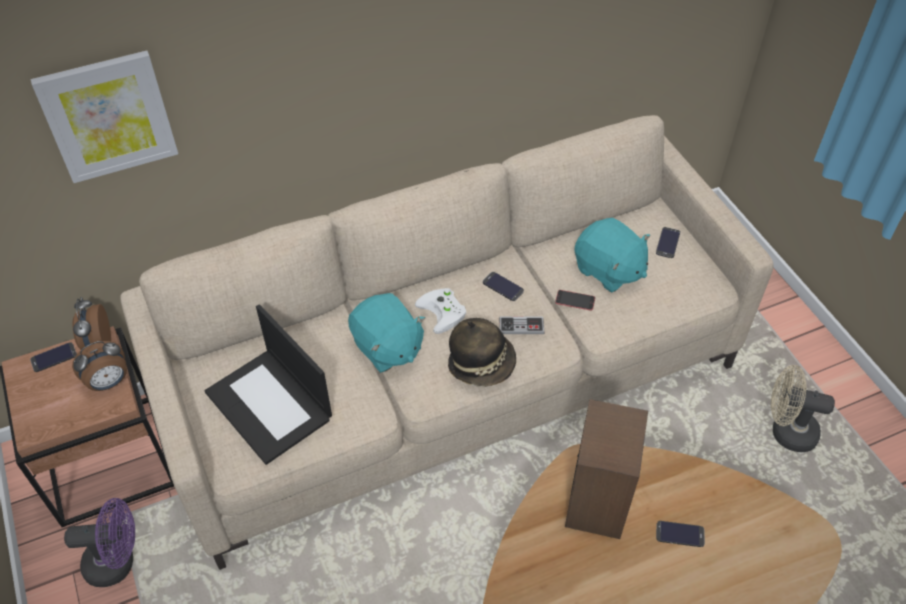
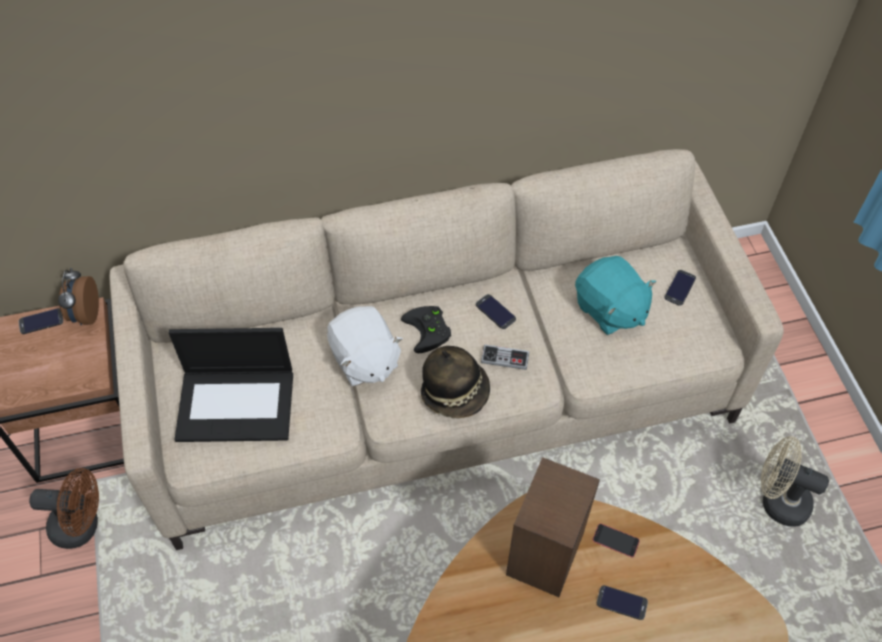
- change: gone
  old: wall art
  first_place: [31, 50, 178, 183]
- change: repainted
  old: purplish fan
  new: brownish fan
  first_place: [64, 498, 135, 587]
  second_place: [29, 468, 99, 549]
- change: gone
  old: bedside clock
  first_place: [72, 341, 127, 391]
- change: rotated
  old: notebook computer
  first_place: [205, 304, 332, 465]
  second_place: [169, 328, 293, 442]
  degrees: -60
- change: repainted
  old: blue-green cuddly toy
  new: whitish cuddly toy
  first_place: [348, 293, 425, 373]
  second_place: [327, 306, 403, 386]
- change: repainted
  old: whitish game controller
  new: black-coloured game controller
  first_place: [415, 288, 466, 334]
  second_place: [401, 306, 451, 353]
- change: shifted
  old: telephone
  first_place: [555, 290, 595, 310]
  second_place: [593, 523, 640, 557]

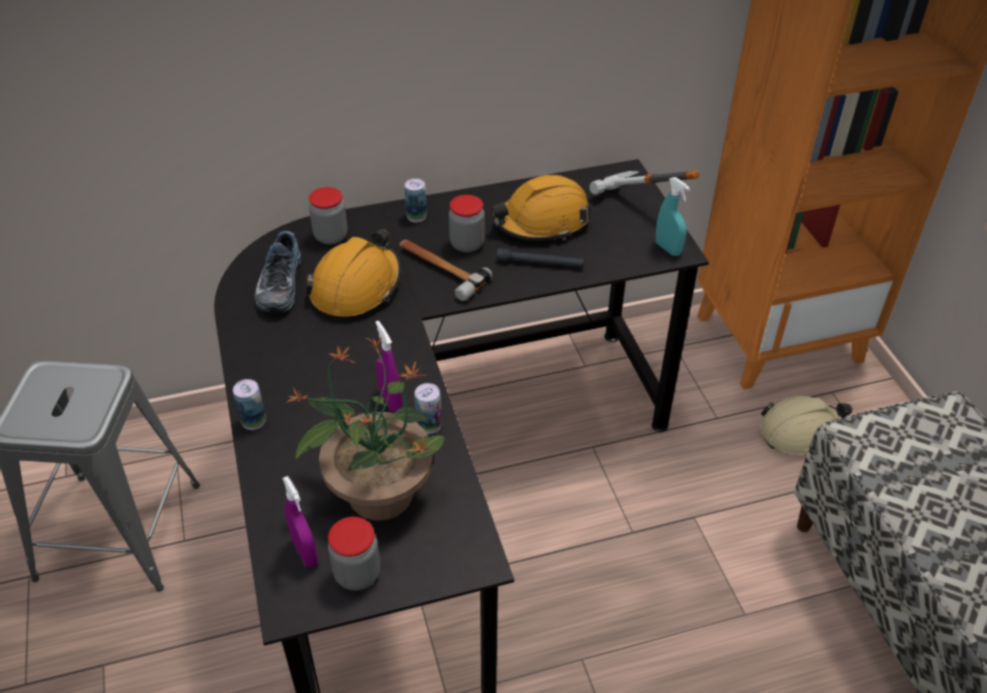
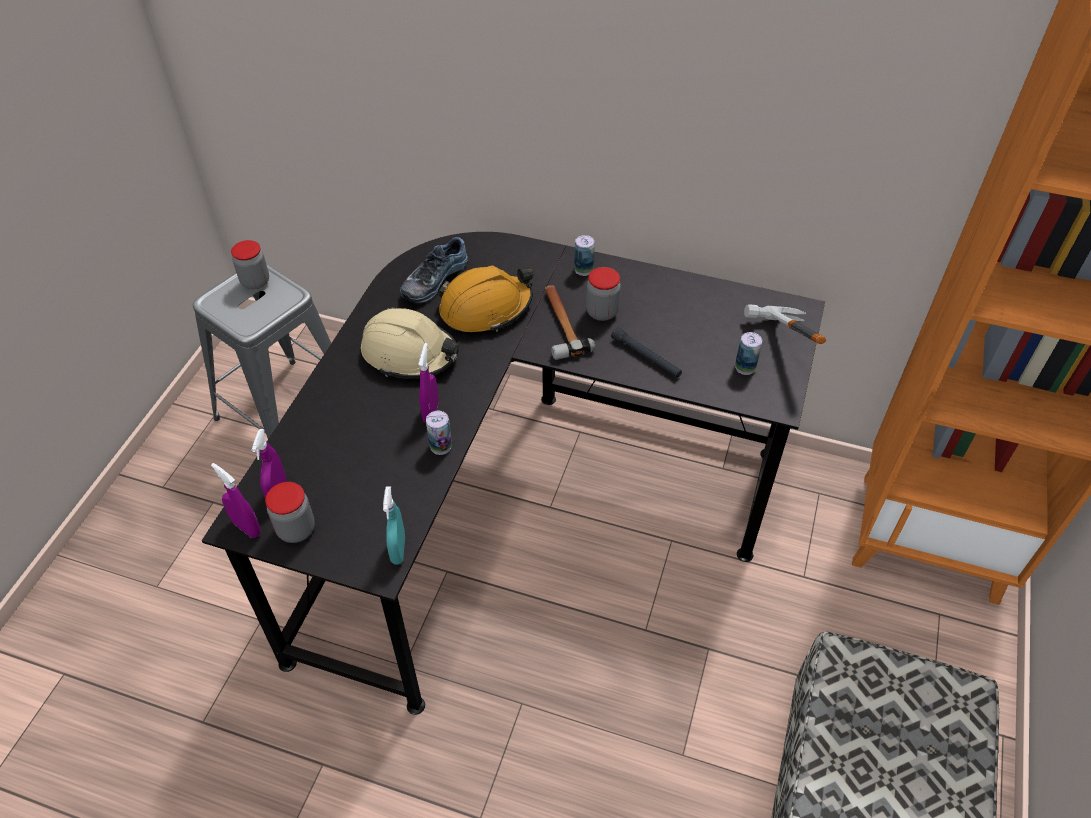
- change: shifted
  old: sealed can
  first_place: [233, 379, 266, 430]
  second_place: [735, 332, 762, 375]
- change: gone
  old: houseplant
  first_place: [288, 336, 445, 521]
- change: shifted
  old: preserve jar
  first_place: [309, 187, 347, 245]
  second_place: [231, 240, 269, 289]
- change: gone
  old: orange safety helmet
  first_place: [492, 175, 591, 241]
- change: shifted
  old: blue-green sprayer
  first_place: [655, 177, 690, 256]
  second_place: [383, 486, 405, 565]
- change: shifted
  old: beige safety helmet
  first_place: [760, 396, 853, 455]
  second_place: [361, 307, 459, 379]
- change: new
  new: purplish sprayer
  second_place: [211, 463, 261, 538]

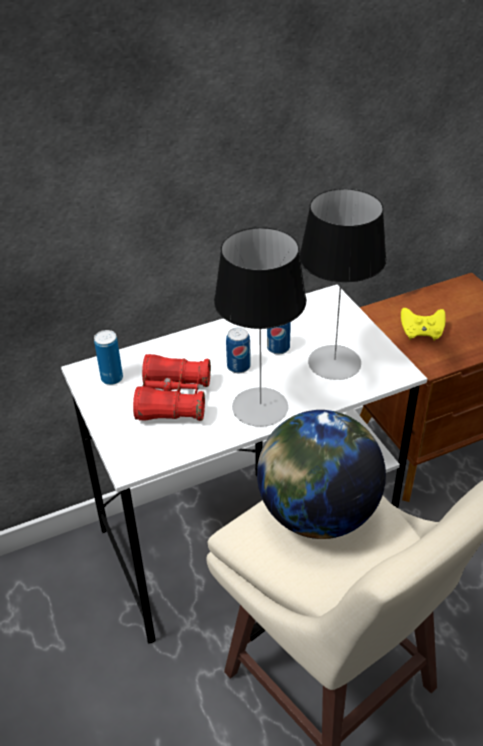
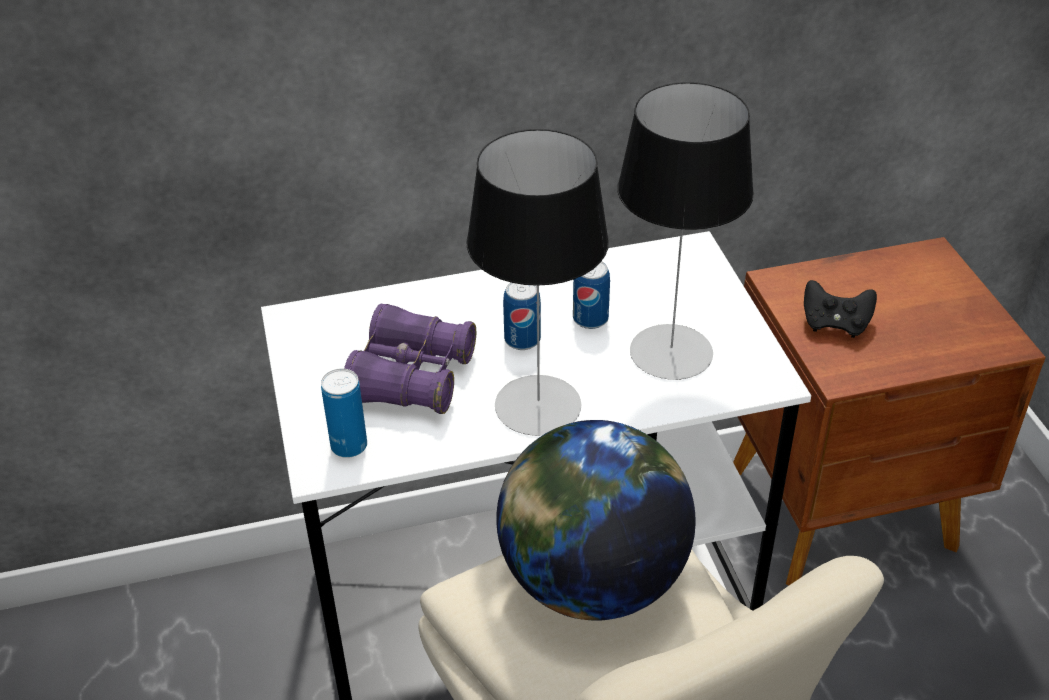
- change: shifted
  old: sealed can
  first_place: [94, 330, 123, 385]
  second_place: [321, 369, 367, 458]
- change: repainted
  old: red pair of binoculars
  new: purplish pair of binoculars
  first_place: [133, 354, 211, 421]
  second_place: [344, 304, 476, 414]
- change: repainted
  old: yellowish game controller
  new: black-coloured game controller
  first_place: [401, 308, 446, 340]
  second_place: [804, 280, 877, 338]

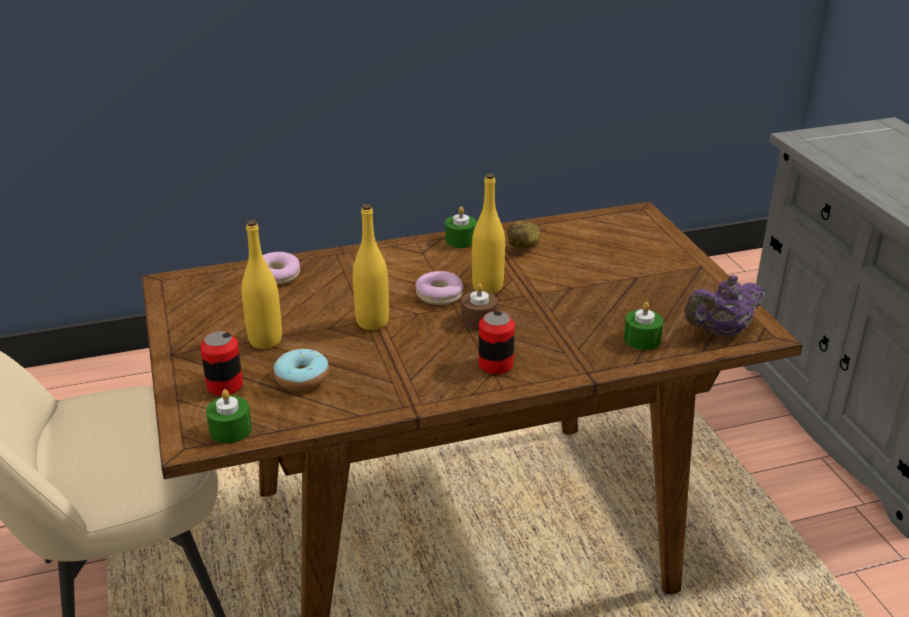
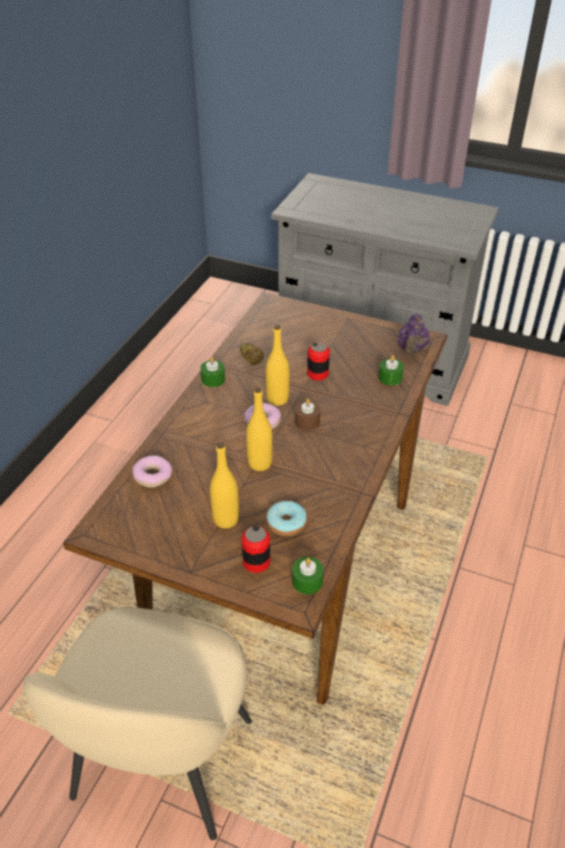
- change: shifted
  old: sealed can
  first_place: [478, 311, 515, 374]
  second_place: [307, 342, 330, 381]

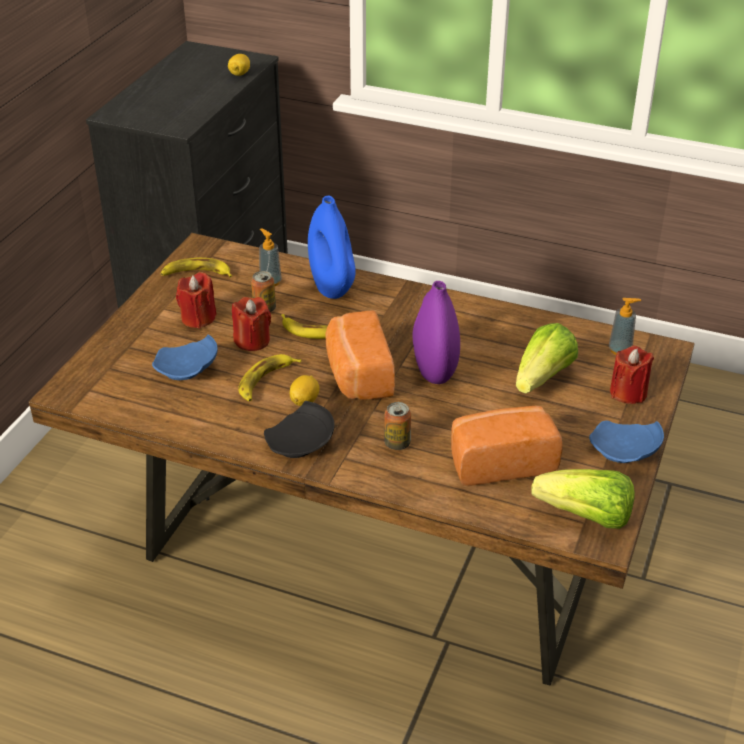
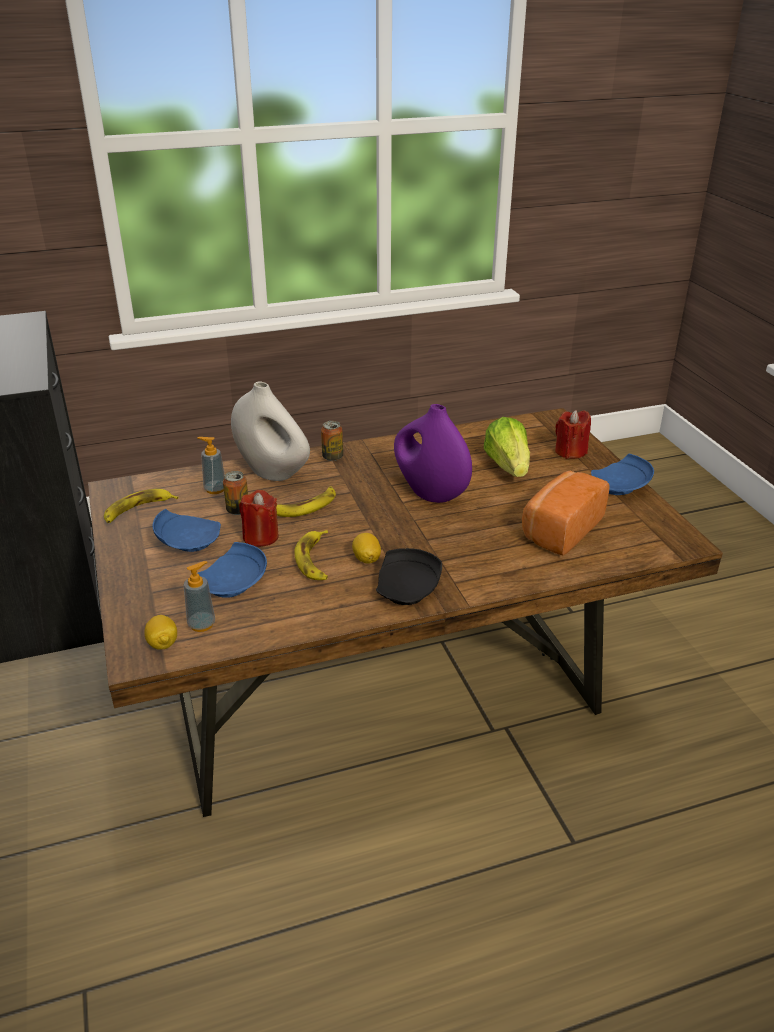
- change: swapped
  old: red wax candle
  new: blue plate
  first_place: [176, 272, 217, 329]
  second_place: [153, 509, 221, 552]
- change: shifted
  old: whole lemon
  first_place: [228, 54, 250, 76]
  second_place: [145, 615, 177, 650]
- change: repainted
  old: blue flower vase
  new: whitish flower vase
  first_place: [308, 196, 356, 299]
  second_place: [231, 382, 310, 481]
- change: gone
  old: bread
  first_place: [325, 310, 395, 400]
- change: shifted
  old: sealed can
  first_place: [384, 402, 411, 450]
  second_place: [321, 421, 343, 461]
- change: gone
  old: head of lettuce
  first_place: [531, 469, 635, 529]
- change: shifted
  old: soap dispenser
  first_place: [609, 298, 641, 355]
  second_place: [184, 561, 215, 632]

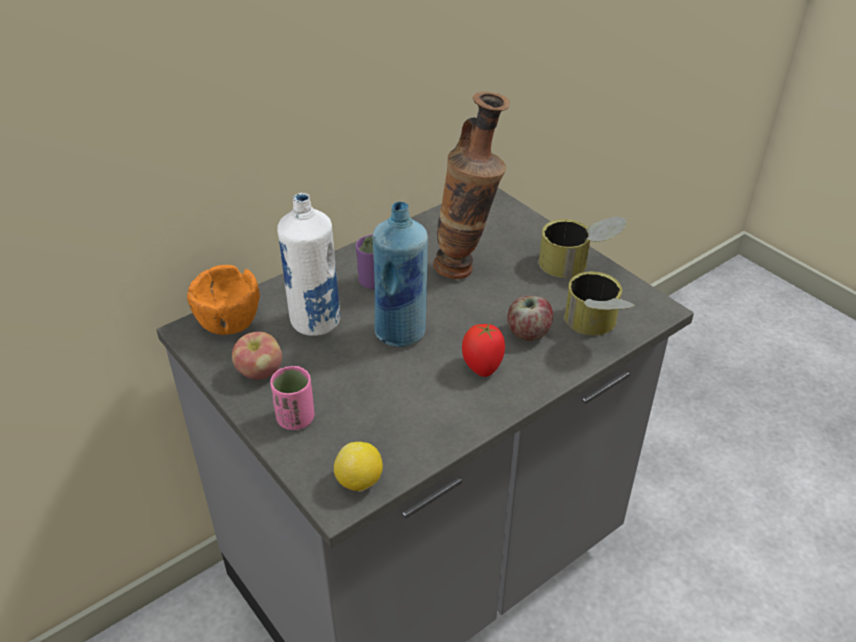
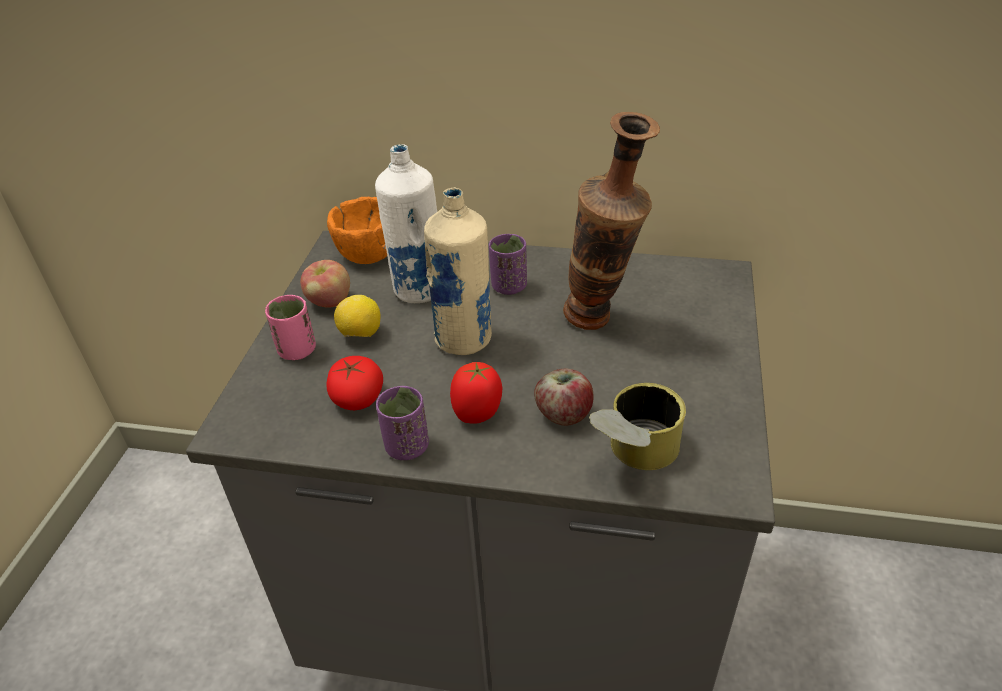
- change: shifted
  old: whole lemon
  first_place: [334, 442, 383, 492]
  second_place: [334, 295, 381, 337]
- change: repainted
  old: blue drink bottle
  new: beige drink bottle
  first_place: [373, 202, 428, 347]
  second_place: [424, 187, 492, 355]
- change: gone
  old: sealed can
  first_place: [539, 216, 627, 278]
- change: new
  new: tomato
  second_place: [327, 356, 383, 410]
- change: new
  new: purplish cup
  second_place: [376, 386, 429, 460]

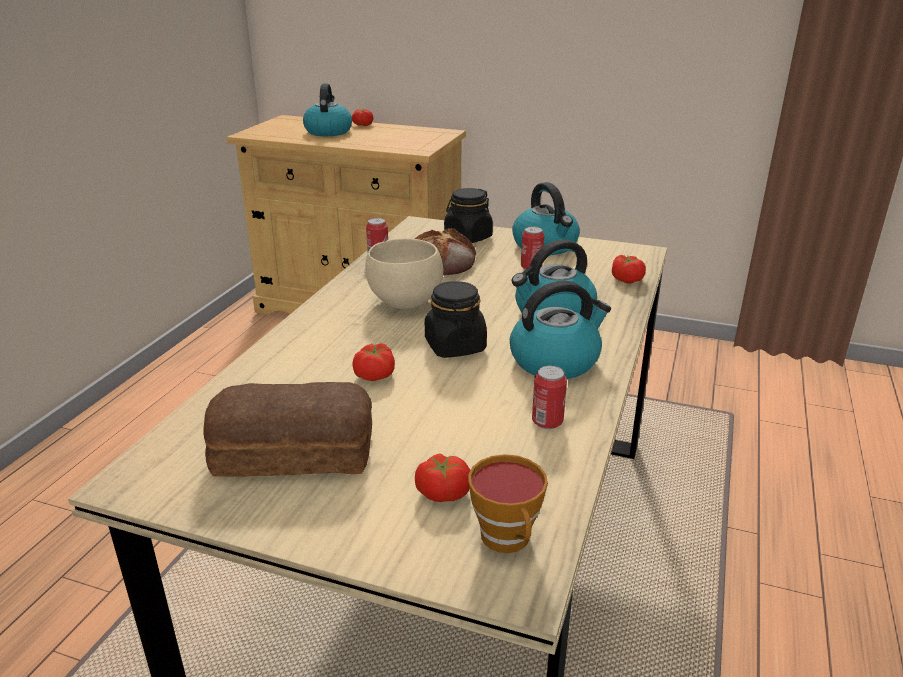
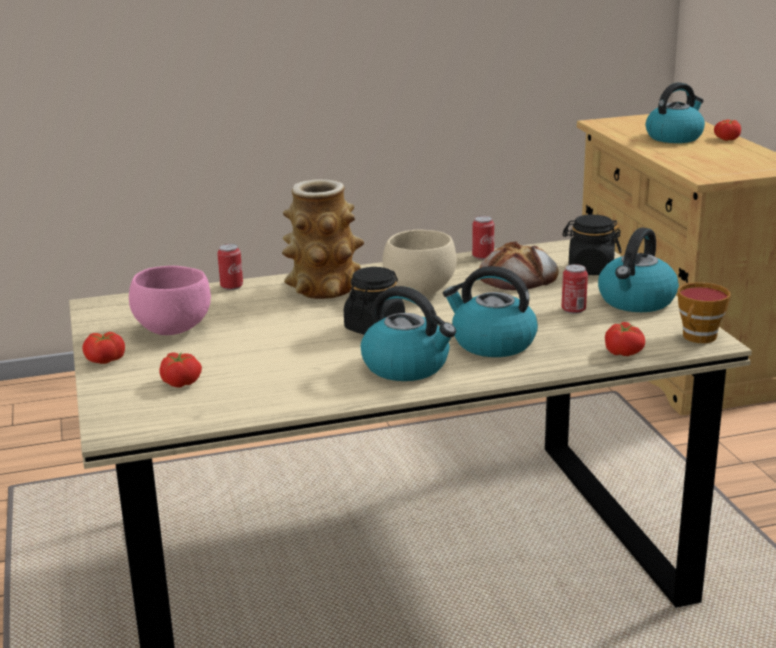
- change: swapped
  old: bread
  new: pinkish bowl
  first_place: [203, 382, 372, 477]
  second_place: [129, 266, 211, 335]
- change: shifted
  old: tomato
  first_place: [352, 343, 395, 381]
  second_place: [83, 332, 125, 364]
- change: shifted
  old: cup
  first_place: [468, 454, 548, 553]
  second_place: [678, 282, 731, 343]
- change: shifted
  old: sealed can
  first_place: [532, 365, 567, 429]
  second_place: [217, 244, 243, 290]
- change: new
  new: flower vase
  second_place: [282, 179, 364, 299]

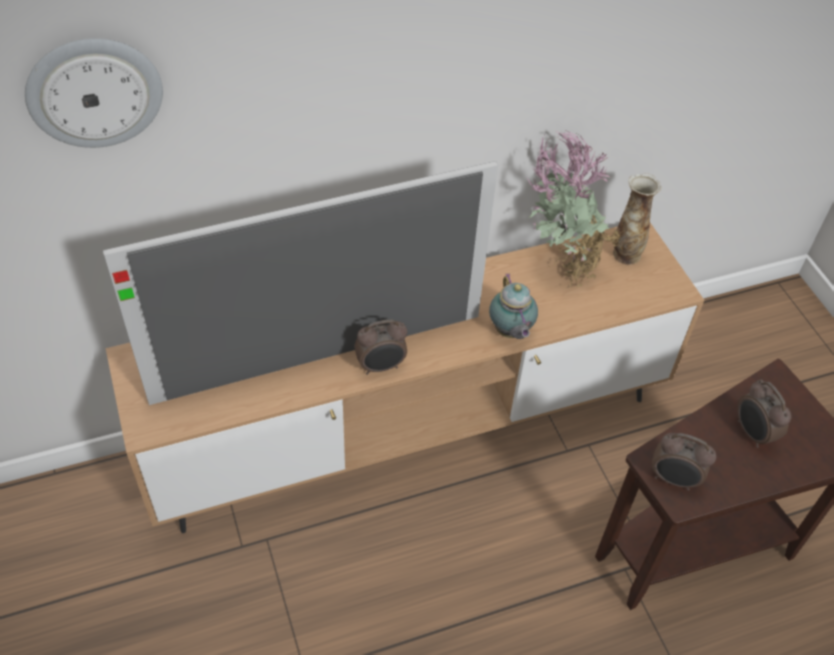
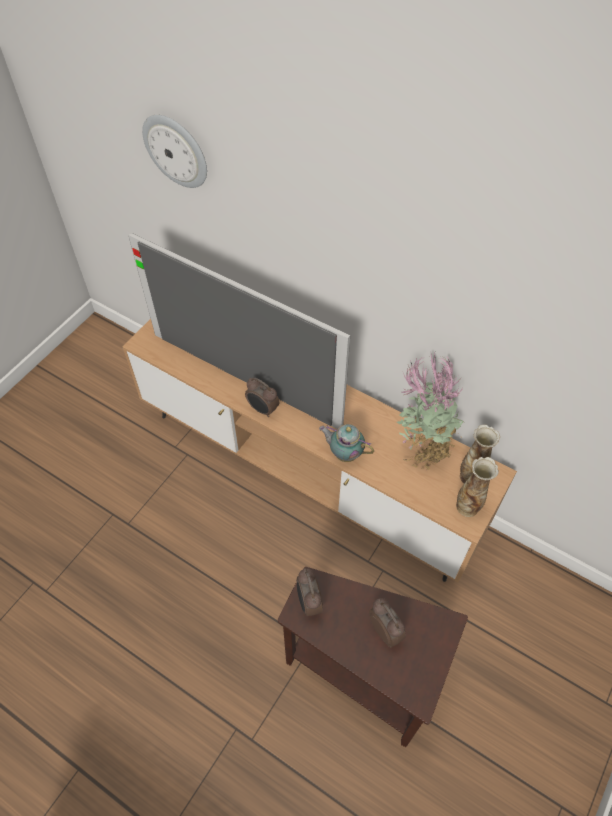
- change: rotated
  old: teapot
  first_place: [489, 273, 538, 339]
  second_place: [319, 424, 374, 462]
  degrees: 75
- change: rotated
  old: bedside clock
  first_place: [737, 379, 792, 448]
  second_place: [369, 598, 406, 647]
  degrees: 120
- change: new
  new: flower vase
  second_place: [456, 457, 499, 517]

